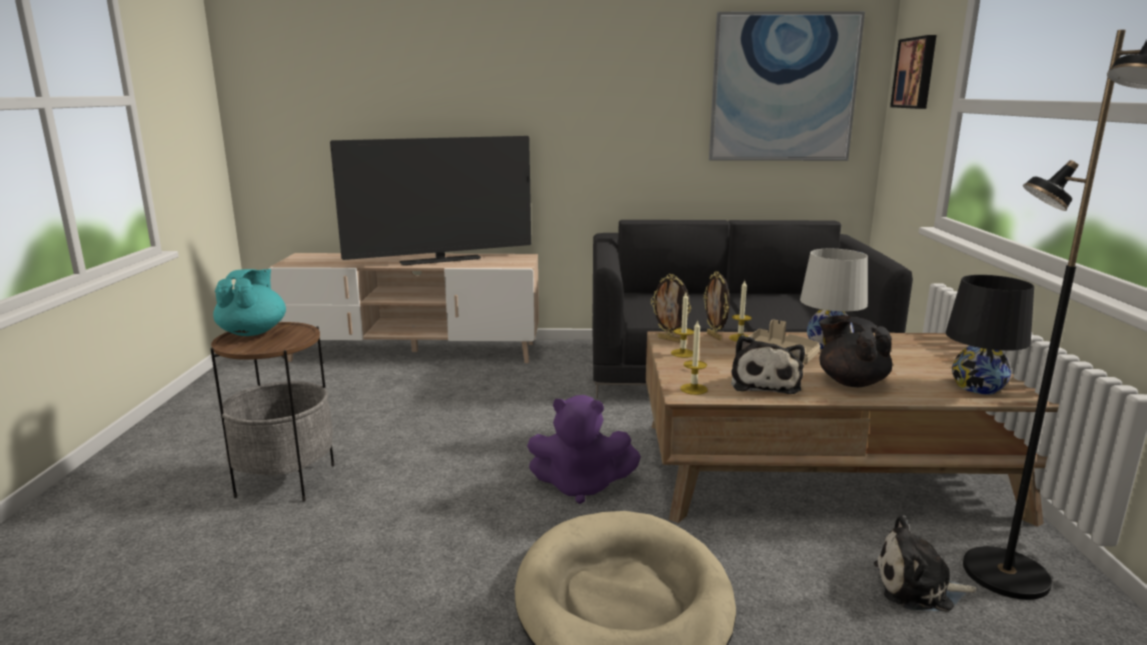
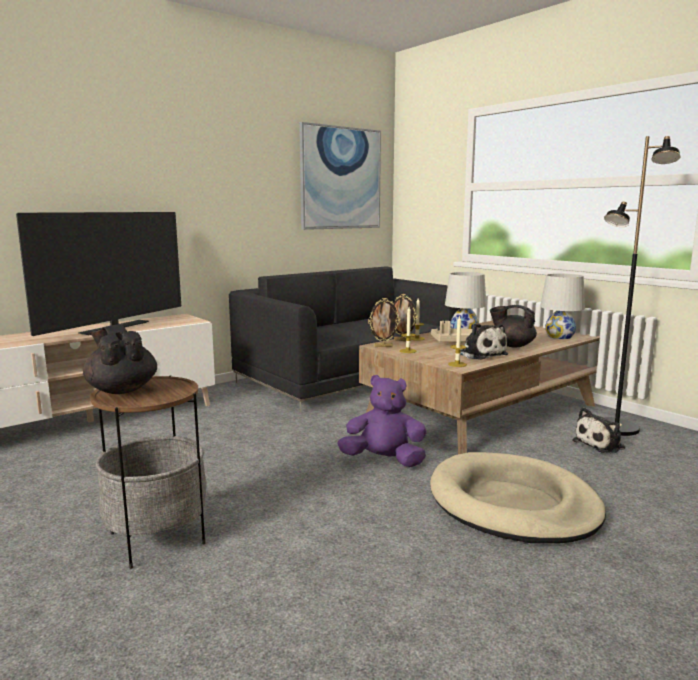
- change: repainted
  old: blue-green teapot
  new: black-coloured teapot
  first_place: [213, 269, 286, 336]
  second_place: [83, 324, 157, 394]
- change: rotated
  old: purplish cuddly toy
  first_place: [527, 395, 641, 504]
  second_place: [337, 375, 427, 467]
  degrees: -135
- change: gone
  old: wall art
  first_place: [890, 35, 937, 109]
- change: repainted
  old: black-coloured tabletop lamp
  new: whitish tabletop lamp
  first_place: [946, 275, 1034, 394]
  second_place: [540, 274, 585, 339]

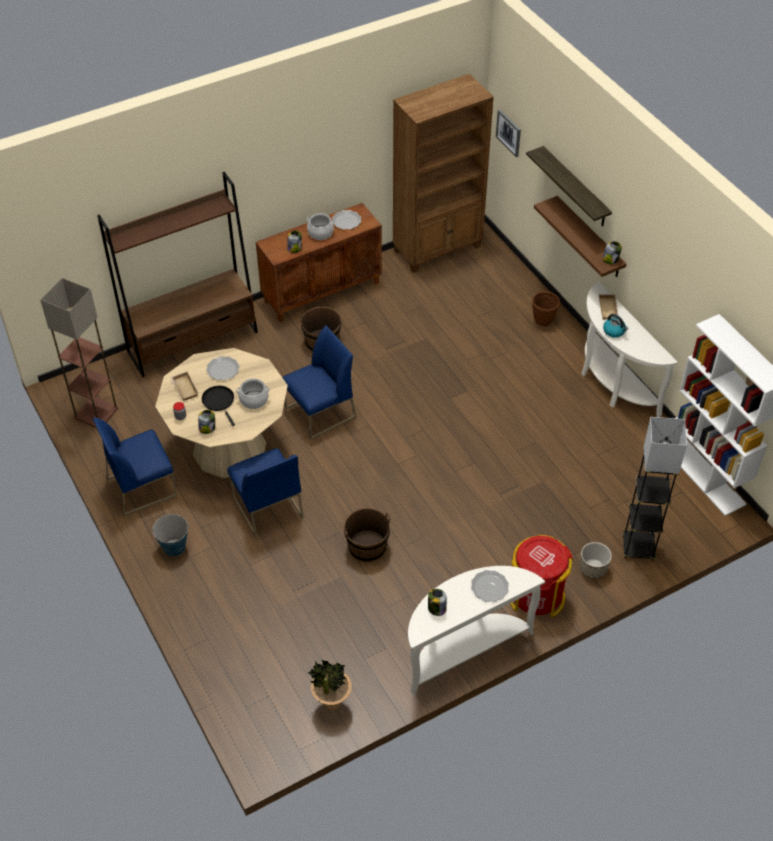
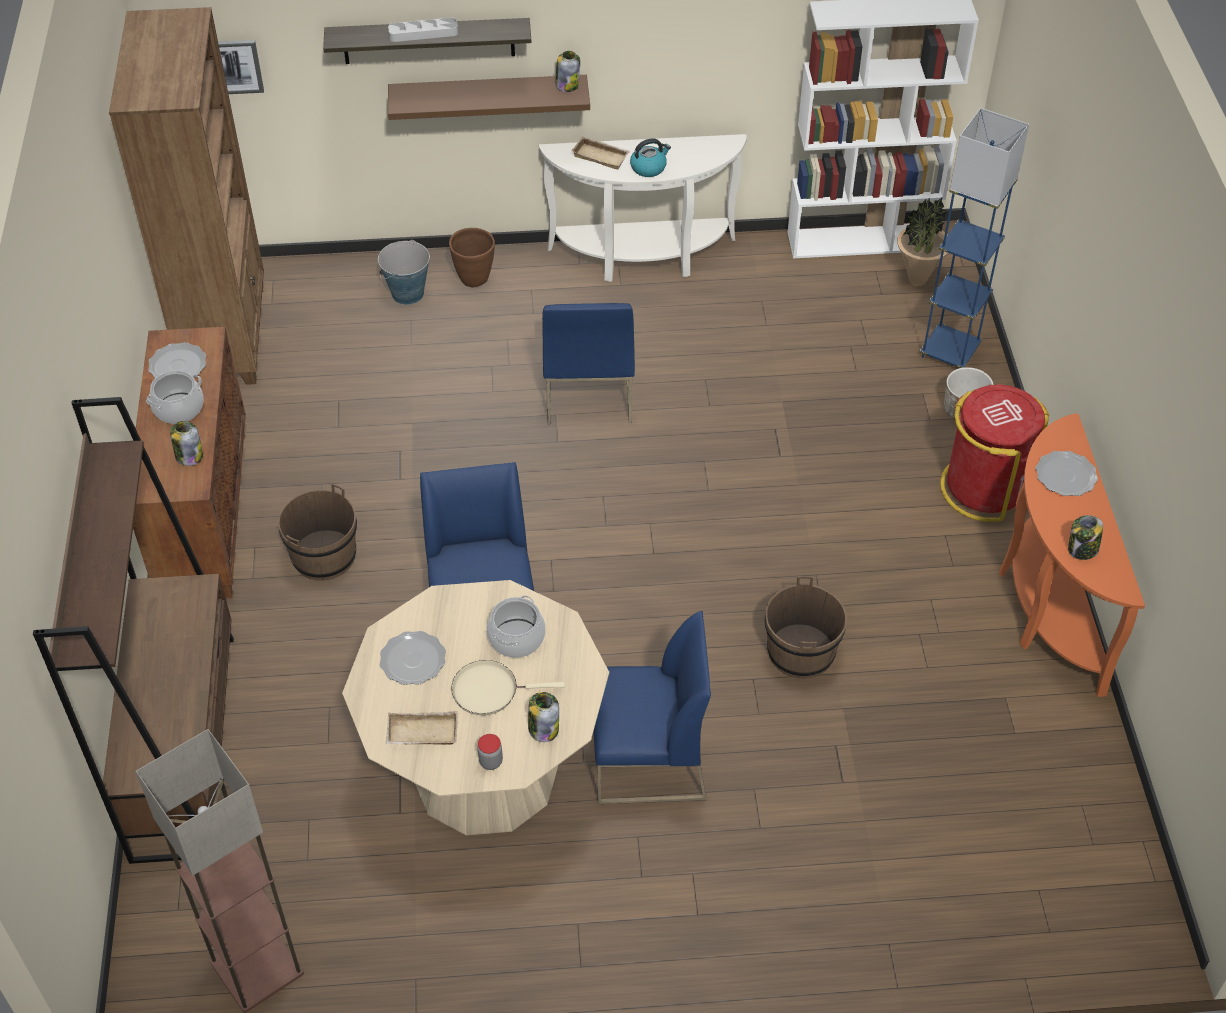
- change: shifted
  old: blue upright chair
  first_place: [93, 417, 177, 516]
  second_place: [542, 303, 635, 425]
- change: shifted
  old: water bucket
  first_place: [152, 514, 189, 557]
  second_place: [378, 240, 430, 305]
- change: repainted
  old: black-coloured frying pan
  new: beige frying pan
  first_place: [202, 386, 235, 426]
  second_place: [451, 660, 565, 715]
- change: shifted
  old: houseplant
  first_place: [307, 659, 352, 711]
  second_place: [897, 198, 948, 286]
- change: repainted
  old: whitish narrow table
  new: orange narrow table
  first_place: [408, 566, 545, 696]
  second_place: [999, 413, 1145, 697]
- change: repainted
  old: grey standard lamp
  new: blue standard lamp
  first_place: [623, 417, 687, 561]
  second_place: [920, 108, 1029, 368]
- change: new
  new: grey serving tray
  second_place: [388, 17, 458, 42]

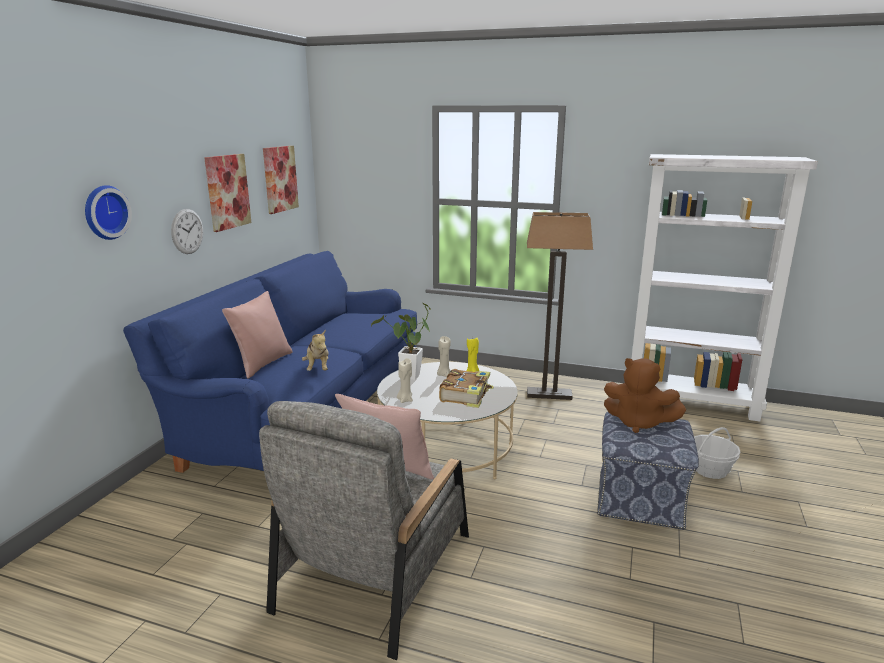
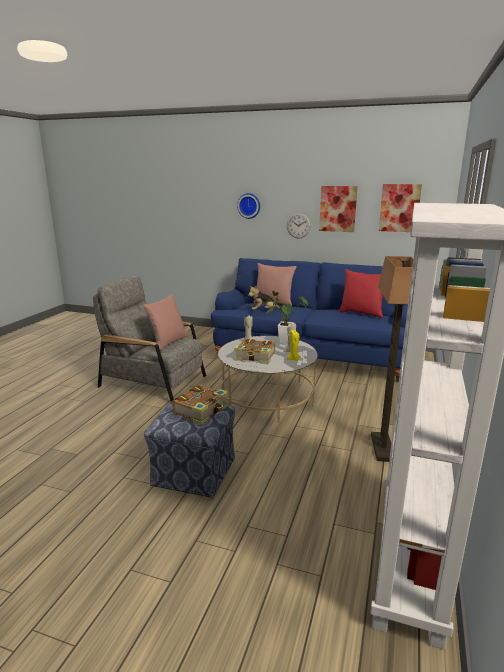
- change: swapped
  old: brownish cuddly toy
  new: book
  first_place: [604, 358, 686, 433]
  second_place: [172, 385, 229, 425]
- change: gone
  old: household basket
  first_place: [694, 427, 741, 479]
- change: new
  new: red throw pillow
  second_place: [339, 269, 383, 318]

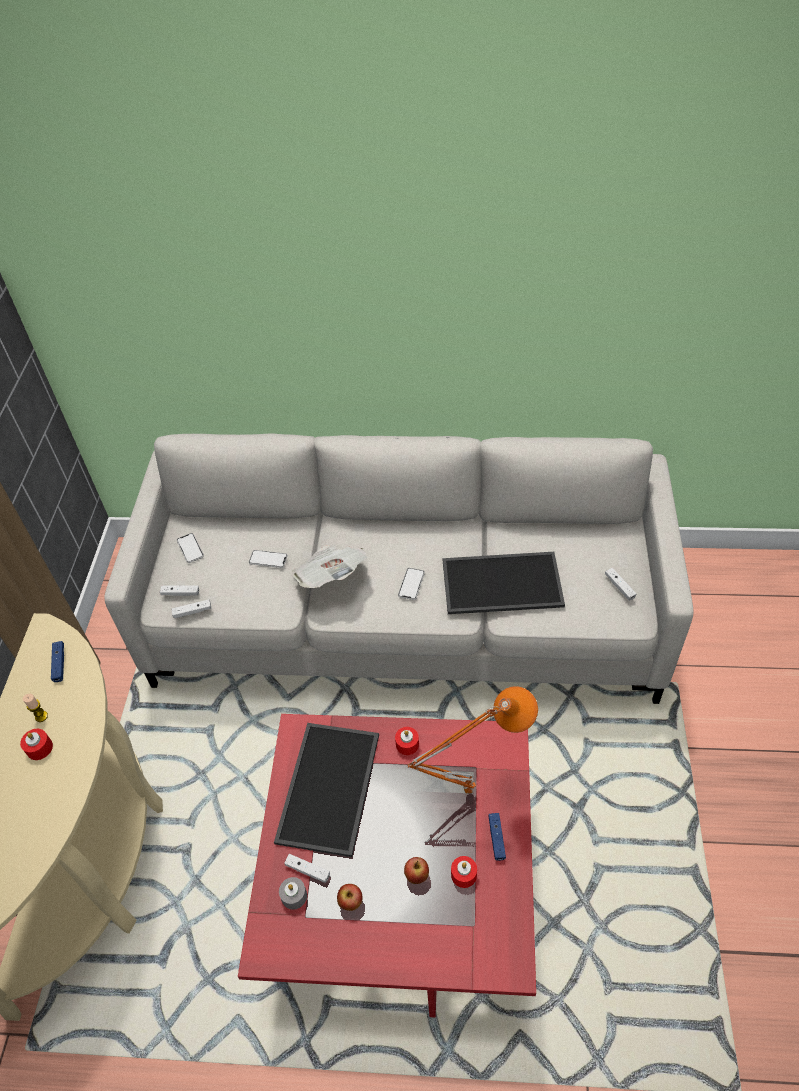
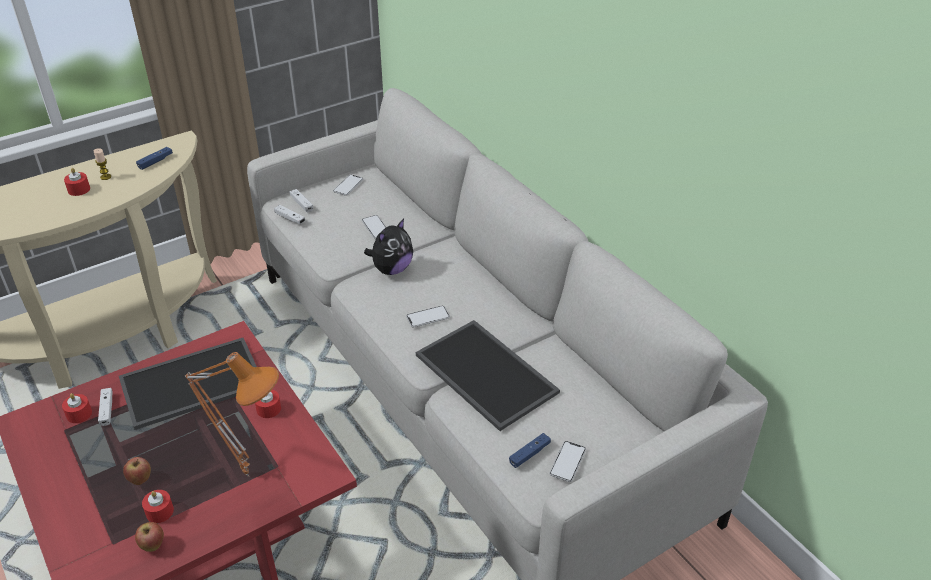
- change: repainted
  old: grey wax candle
  new: red wax candle
  first_place: [279, 877, 307, 910]
  second_place: [62, 393, 92, 423]
- change: swapped
  old: daily paper
  new: cuddly toy
  first_place: [292, 545, 367, 588]
  second_place: [364, 219, 413, 275]
- change: shifted
  old: apple fruit
  first_place: [337, 884, 363, 911]
  second_place: [135, 522, 164, 552]
- change: shifted
  old: blue game controller
  first_place: [488, 813, 506, 861]
  second_place: [509, 433, 551, 468]
- change: swapped
  old: whitish game controller
  new: telephone
  first_place: [605, 568, 637, 601]
  second_place: [549, 441, 586, 482]

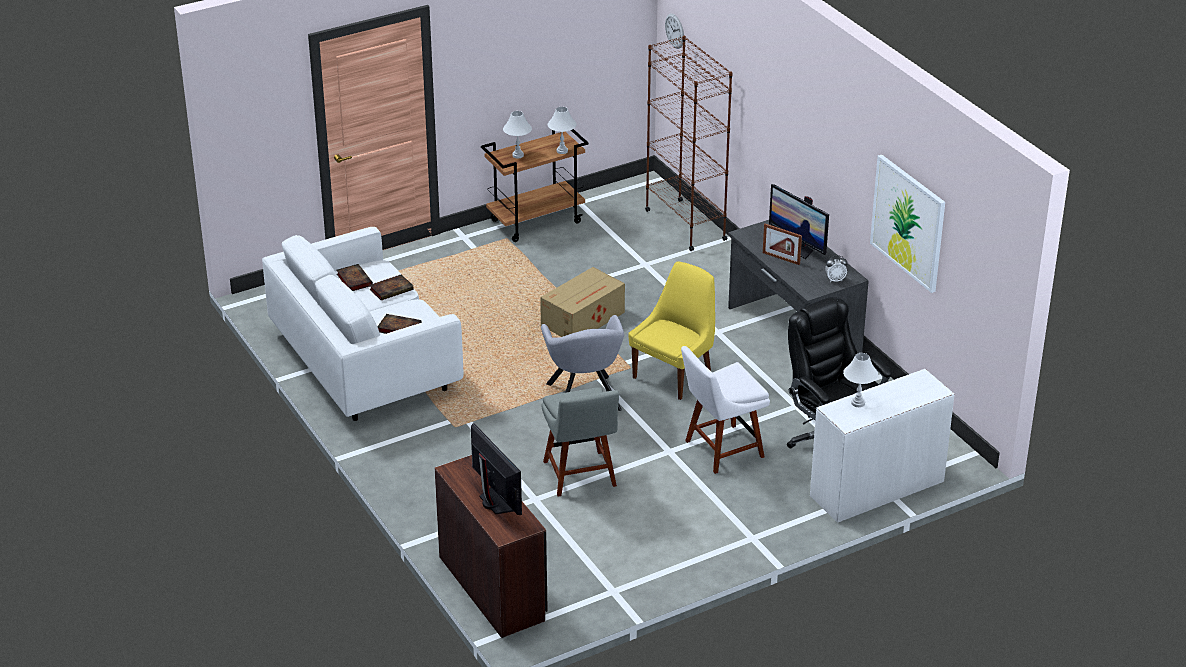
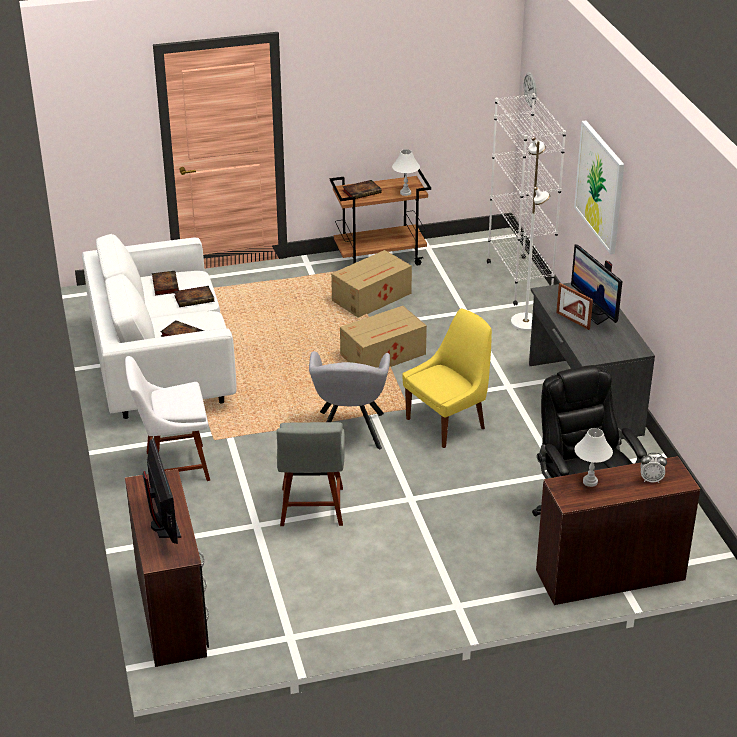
- change: swapped
  old: whitish tabletop lamp
  new: book
  first_place: [503, 111, 532, 158]
  second_place: [343, 180, 382, 199]
- change: repainted
  old: brownish shelving unit
  new: whitish shelving unit
  first_place: [645, 36, 733, 251]
  second_place: [487, 93, 566, 306]
- change: shifted
  old: whitish upright chair
  first_place: [681, 346, 770, 474]
  second_place: [125, 356, 210, 481]
- change: repainted
  old: whitish desk table
  new: brownish desk table
  first_place: [810, 369, 955, 523]
  second_place: [536, 456, 700, 605]
- change: shifted
  old: bedside clock
  first_place: [825, 256, 848, 282]
  second_place: [641, 453, 667, 483]
- change: shifted
  old: wall art
  first_place: [870, 155, 945, 293]
  second_place: [574, 120, 624, 254]
- change: new
  new: packing box
  second_place: [331, 250, 412, 318]
- change: new
  new: whitish standard lamp
  second_place: [511, 137, 550, 331]

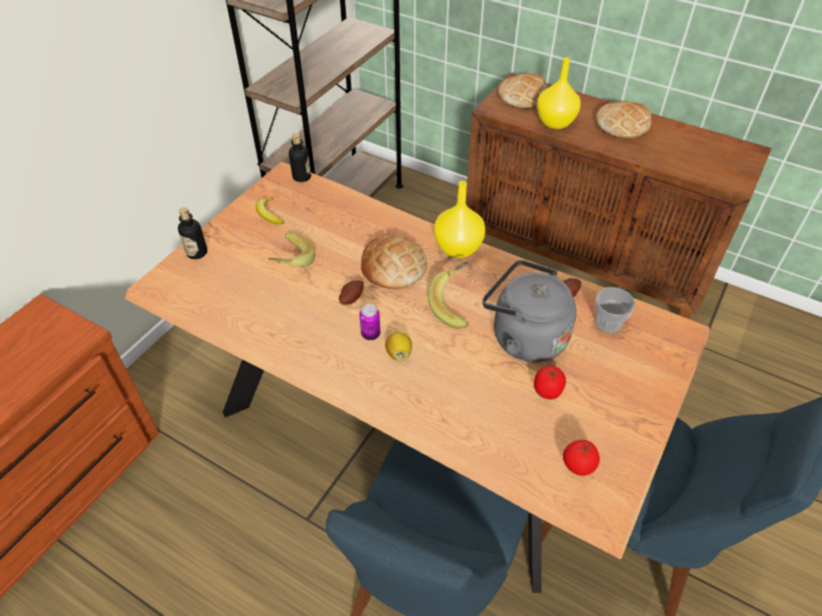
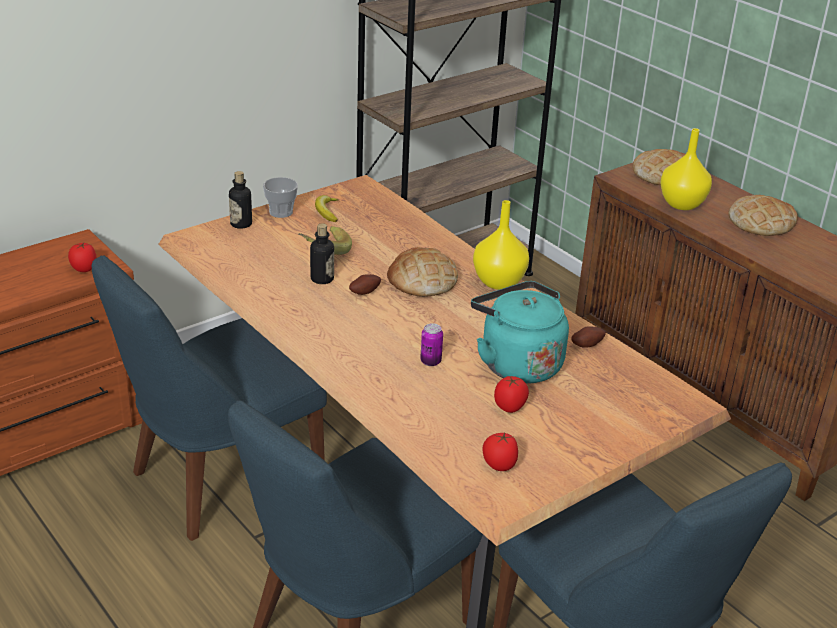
- change: shifted
  old: drink bottle
  first_place: [289, 133, 311, 182]
  second_place: [310, 223, 334, 284]
- change: shifted
  old: sealed can
  first_place: [359, 304, 380, 340]
  second_place: [420, 323, 443, 366]
- change: gone
  old: whole lemon
  first_place: [385, 332, 412, 361]
- change: gone
  old: whole banana
  first_place: [428, 261, 469, 329]
- change: repainted
  old: grey tea kettle
  new: blue-green tea kettle
  first_place: [482, 260, 577, 362]
  second_place: [471, 281, 569, 384]
- change: shifted
  old: cup
  first_place: [595, 287, 635, 333]
  second_place: [263, 177, 298, 218]
- change: new
  new: tomato
  second_place: [68, 242, 97, 272]
- change: new
  new: blue upright chair
  second_place: [92, 255, 327, 541]

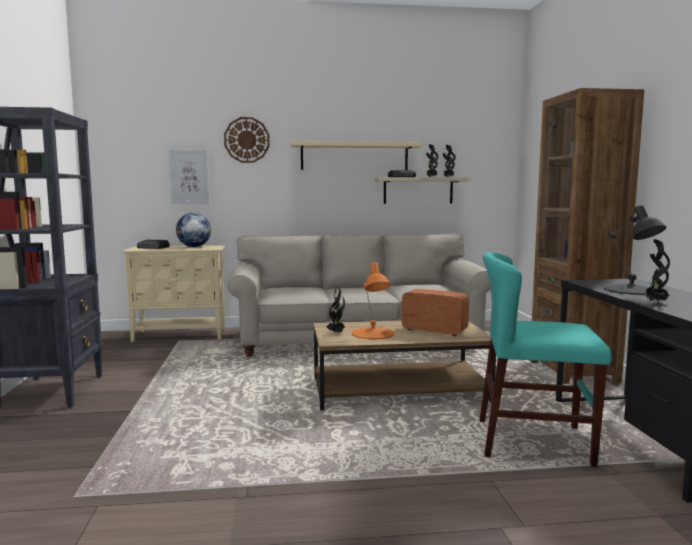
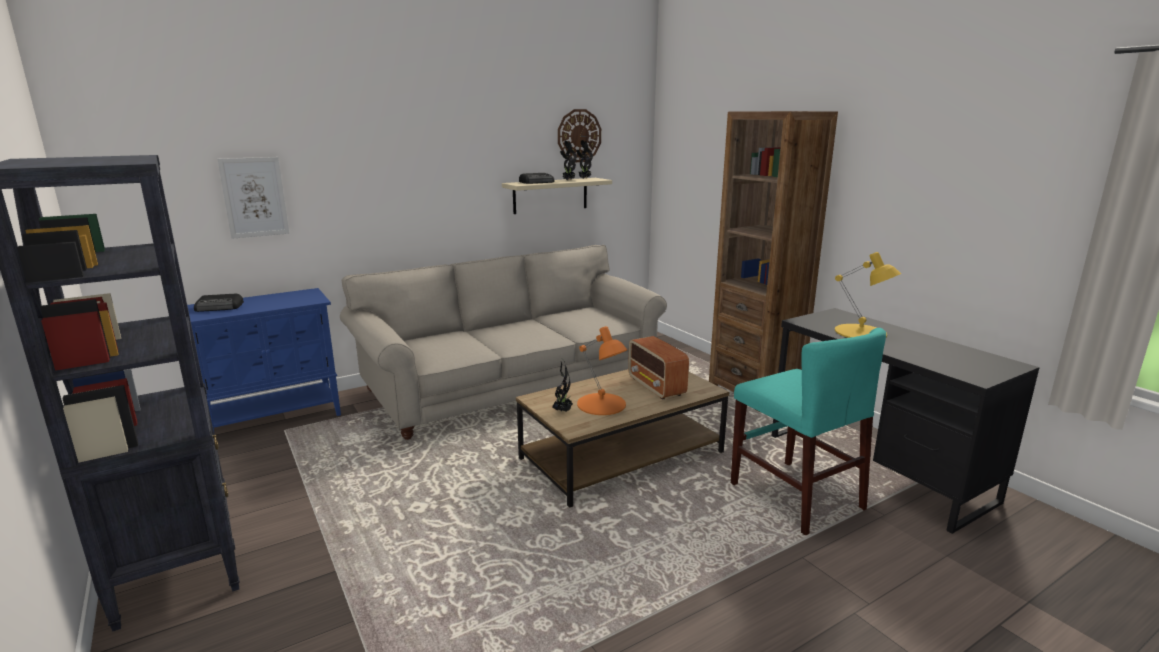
- change: repainted
  old: beige cabinet
  new: blue cabinet
  first_place: [122, 245, 225, 342]
  second_place: [187, 288, 341, 431]
- change: gone
  old: globe
  first_place: [176, 213, 211, 247]
- change: shifted
  old: hanging clock
  first_place: [224, 117, 270, 163]
  second_place: [558, 109, 601, 162]
- change: gone
  old: beige bracket shelf
  first_place: [291, 141, 423, 170]
- change: rotated
  old: radio receiver
  first_place: [402, 289, 469, 336]
  second_place: [628, 336, 689, 400]
  degrees: -120
- change: rotated
  old: blue-green upright chair
  first_place: [480, 252, 612, 467]
  second_place: [731, 328, 886, 535]
  degrees: -105
- change: repainted
  old: black-coloured tabletop lamp
  new: yellowish tabletop lamp
  first_place: [604, 205, 666, 295]
  second_place: [835, 252, 901, 338]
- change: gone
  old: houseplant
  first_place: [643, 239, 670, 302]

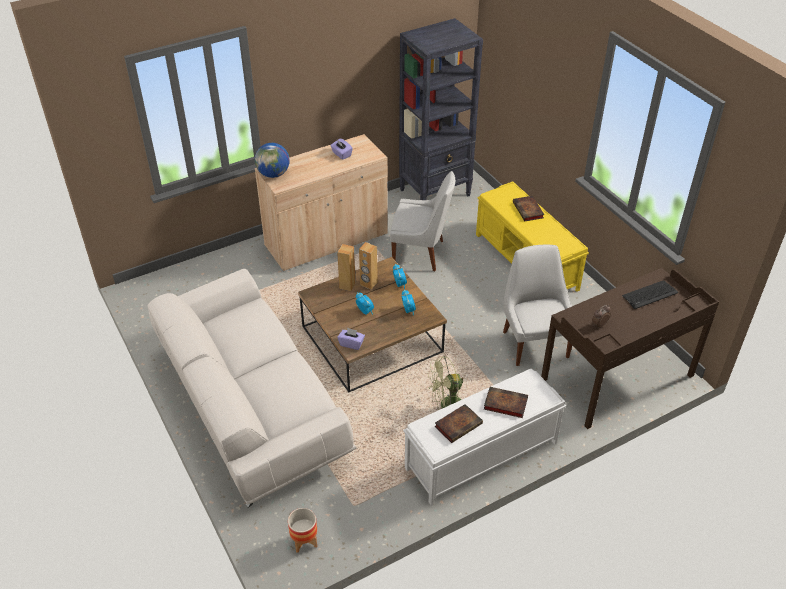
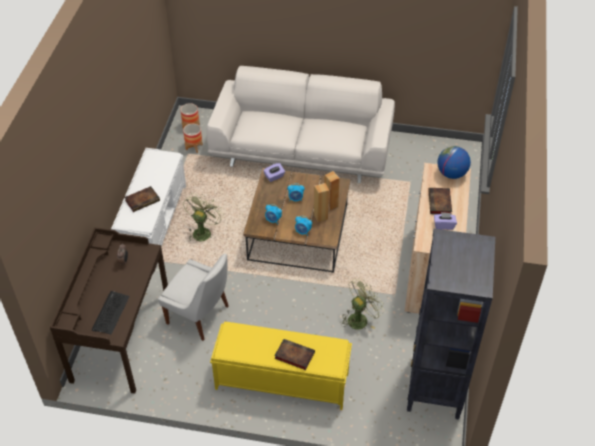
- change: swapped
  old: whitish upright chair
  new: green fan
  first_place: [390, 171, 455, 271]
  second_place: [341, 278, 385, 330]
- change: shifted
  old: book
  first_place: [434, 404, 483, 443]
  second_place: [428, 188, 452, 215]
- change: new
  new: flower pot
  second_place: [183, 124, 203, 153]

